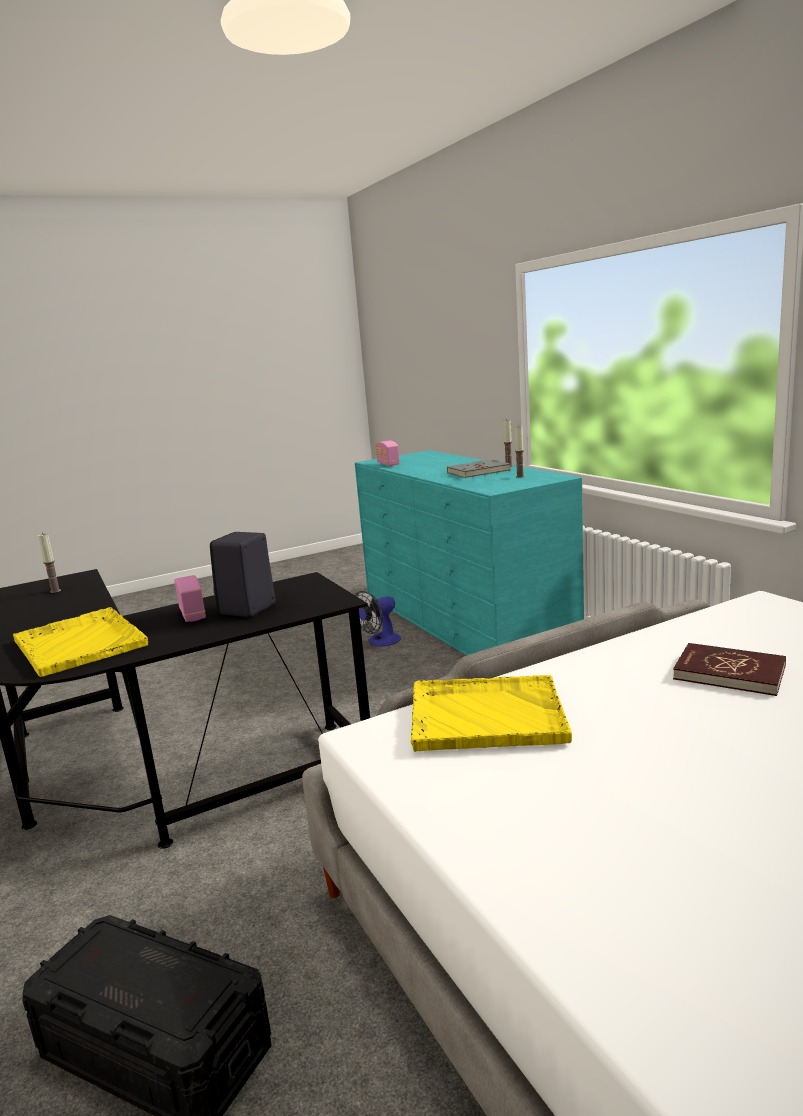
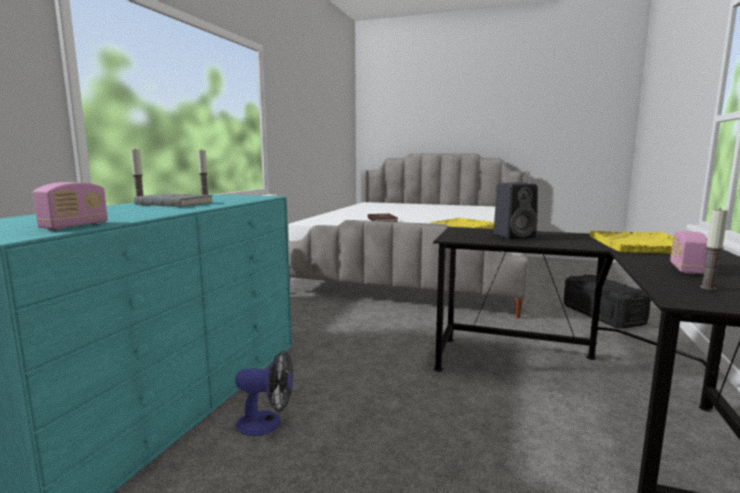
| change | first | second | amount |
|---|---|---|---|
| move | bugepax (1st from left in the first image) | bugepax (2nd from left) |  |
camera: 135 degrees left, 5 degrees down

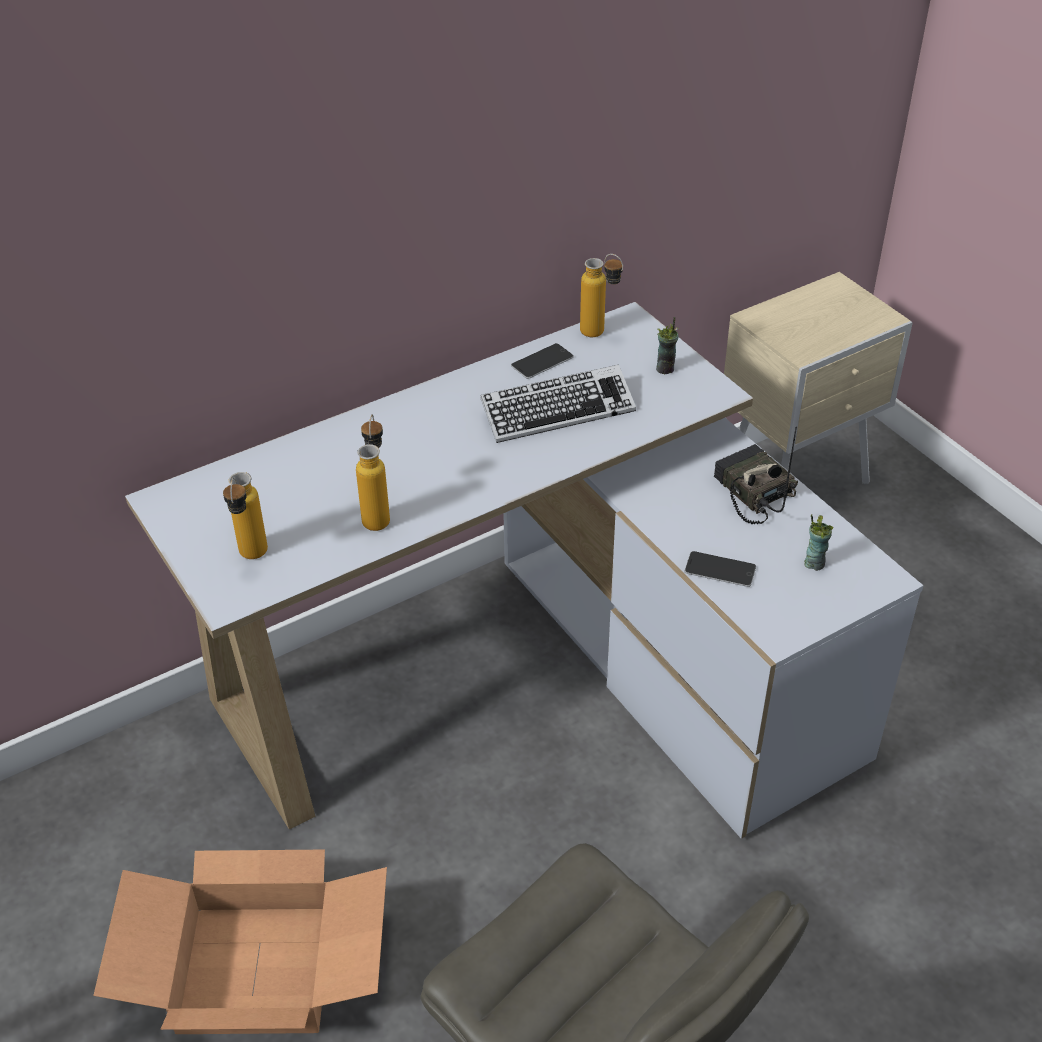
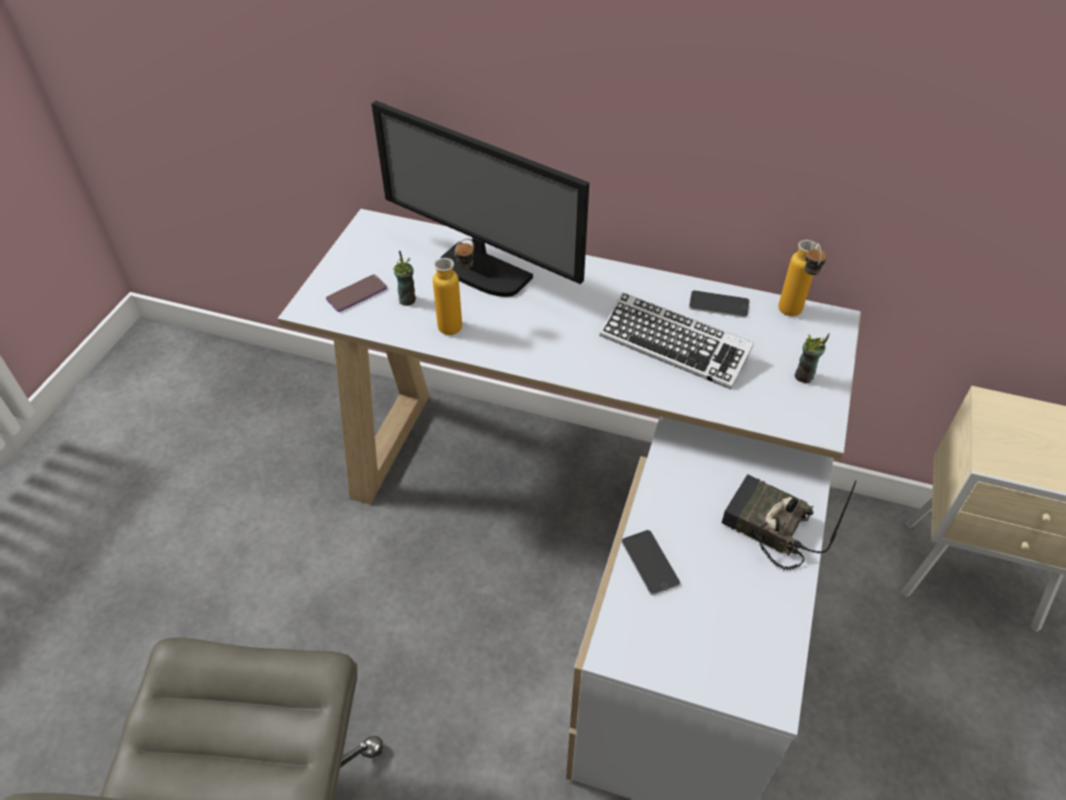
| change | first | second | amount |
|---|---|---|---|
| rotate | bugepax |  | 75 degrees counterclockwise |
| replace | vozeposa (1st from left) | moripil (1st from left) |  |
| move | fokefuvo (2nd from left in the first image) | fokefuvo (1st from left) |  |
| delete | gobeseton |  |  |
| insert |  | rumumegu |  |
camera: 50 degrees right, 5 degrees up

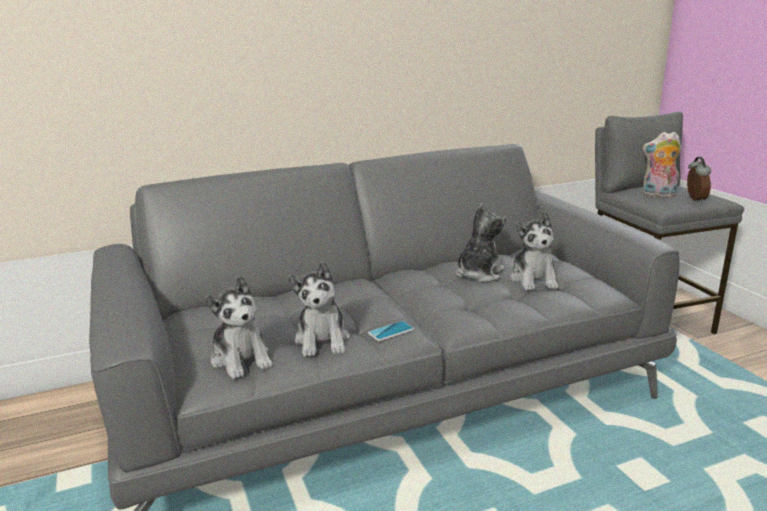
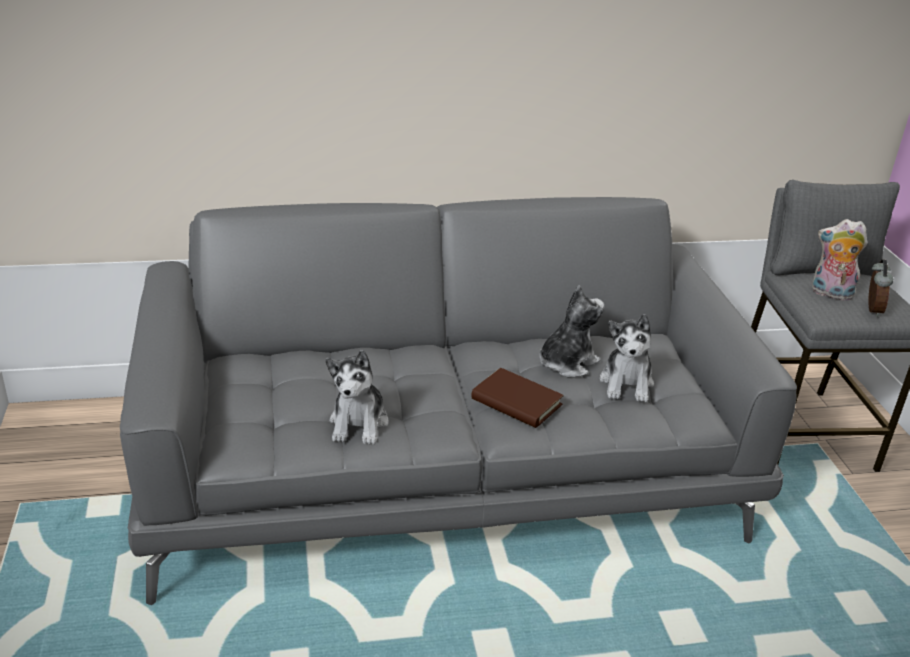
| change | first | second | amount |
|---|---|---|---|
| delete | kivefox (1st from left) |  |  |
| delete | moripil |  |  |
| insert |  | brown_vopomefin |  |
camera: 10 degrees right, 10 degrees up

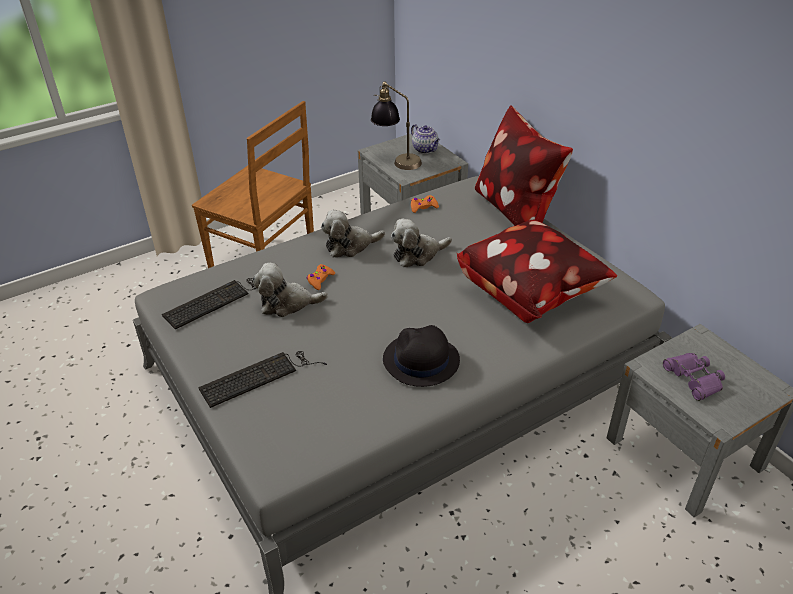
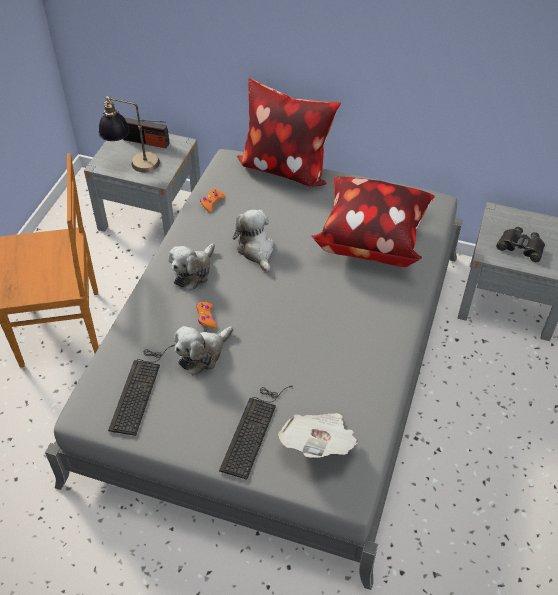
| change | first | second | amount |
|---|---|---|---|
| replace | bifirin | bugepax |  |
| rotate | kivefox (3rd from left) |  | 135 degrees clockwise |
| delete | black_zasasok |  |  |
| recolor | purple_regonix | black_regonix |  |
| insert |  | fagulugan |  |
camera: 40 degrees left, 10 degrees up

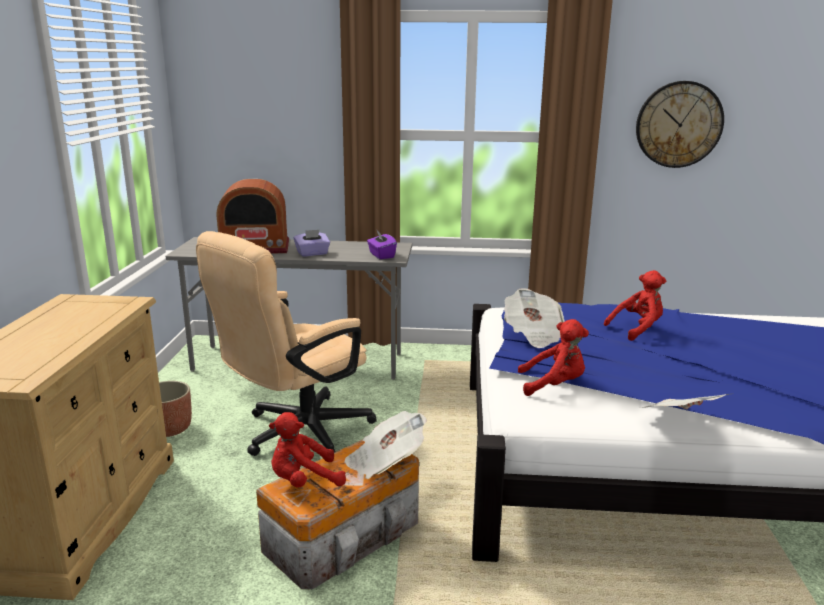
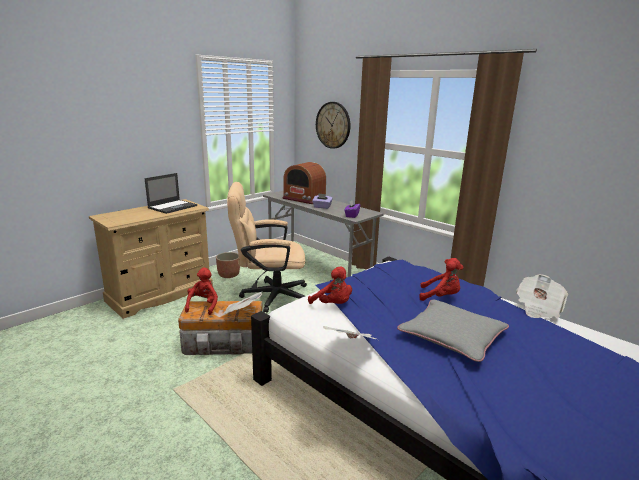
| change | first | second | amount |
|---|---|---|---|
| move | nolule |  |  |
| move | fagulugan (2nd from left in the first image) | fagulugan (3rd from left) |  |
| rotate | red_kivefox (1st from left) |  | 75 degrees clockwise |
| insert |  | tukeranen |  |
| insert |  | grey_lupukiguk |  |
camera: 40 degrees right, 0 degrees up

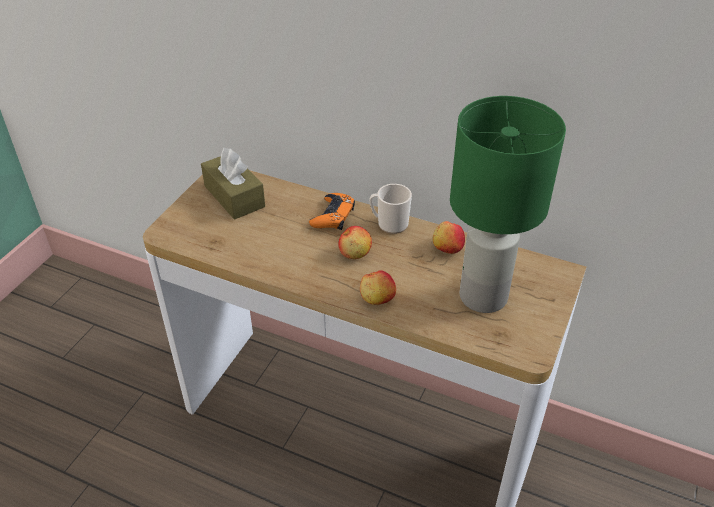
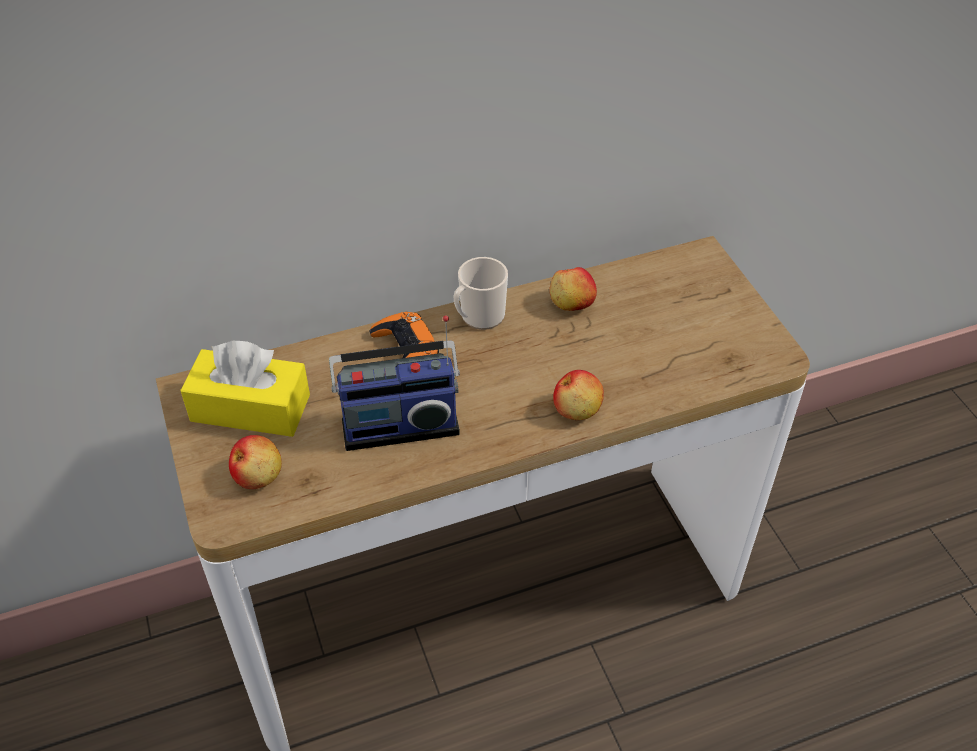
| change | first | second | amount |
|---|---|---|---|
| delete | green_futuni |  |  |
| recolor | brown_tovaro | yellow_tovaro |  |
| move | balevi (1st from left) |  |  |
| insert |  | bugepax |  |
camera: 45 degrees left, 5 degrees up

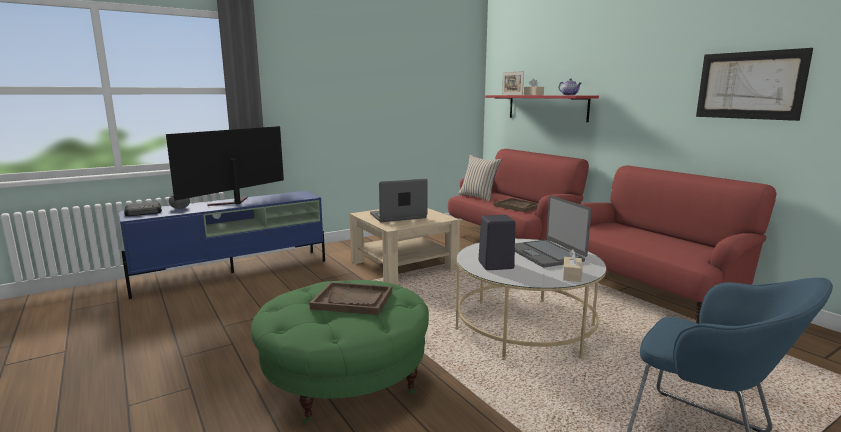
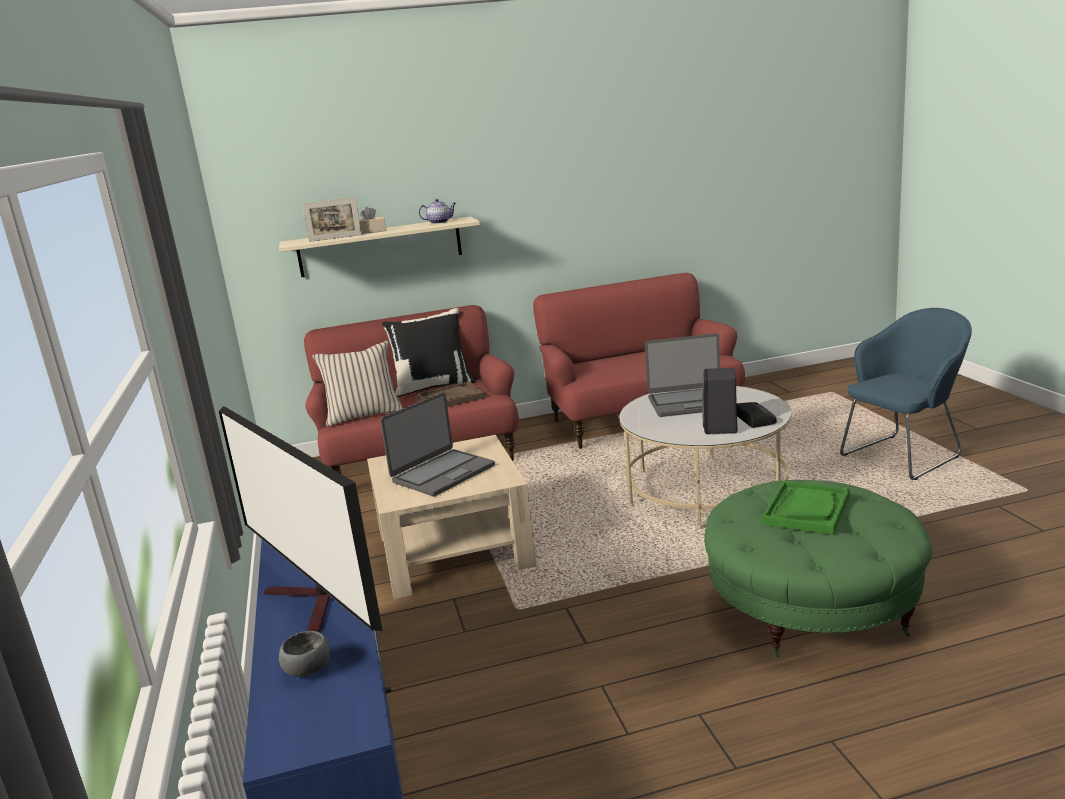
| change | first | second | amount |
|---|---|---|---|
| delete | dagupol |  |  |
| recolor | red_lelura | beige_lelura |  |
| rotate | tukeranen (1st from left) |  | 135 degrees counterclockwise |
| move | bugepax |  |  |
| delete | beige_tovaro (2nd from left) |  |  |
| recolor | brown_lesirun (1st from left) | green_lesirun |  |
| insert |  | black_lupukiguk |  |
camera: 70 degrees left, 5 degrees up

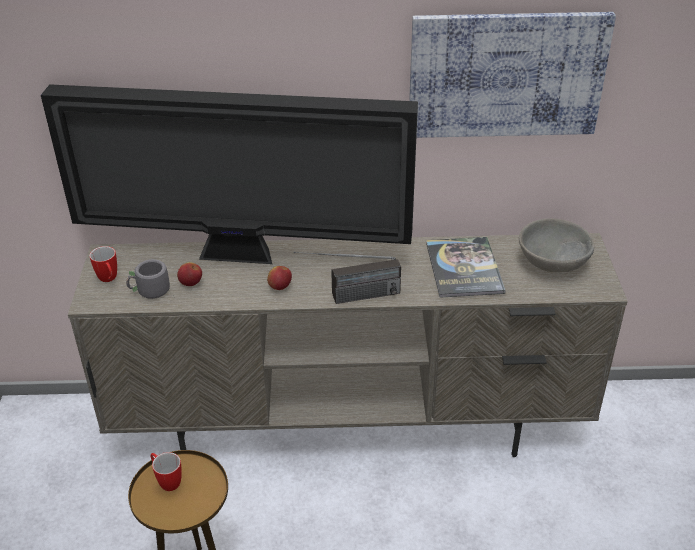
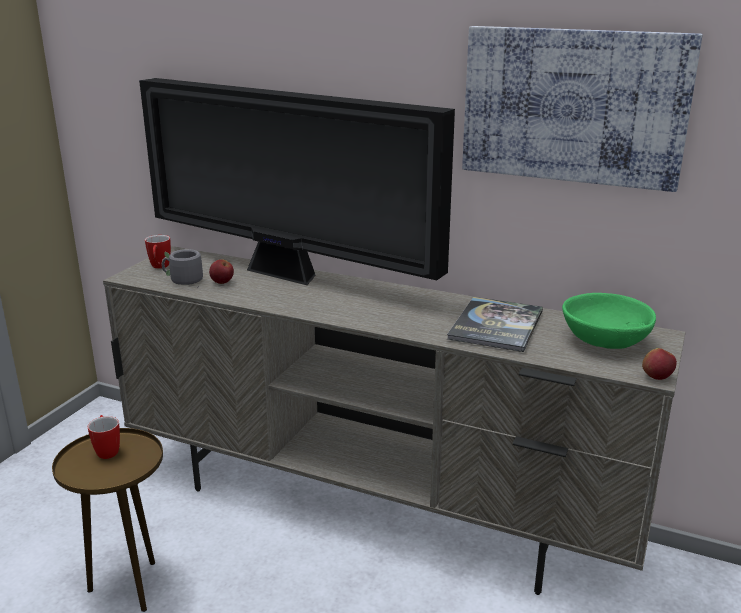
| change | first | second | amount |
|---|---|---|---|
| recolor | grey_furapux | green_furapux |  |
| delete | bugepax |  |  |
| move | balevi (2nd from left) |  |  |
camera: 25 degrees right, 15 degrees down

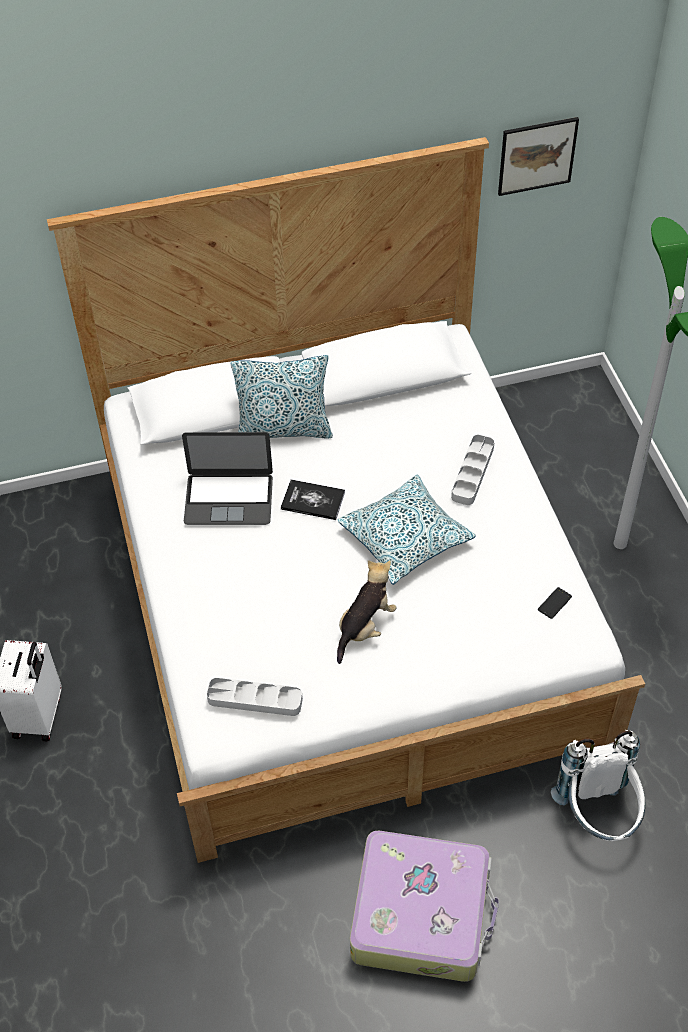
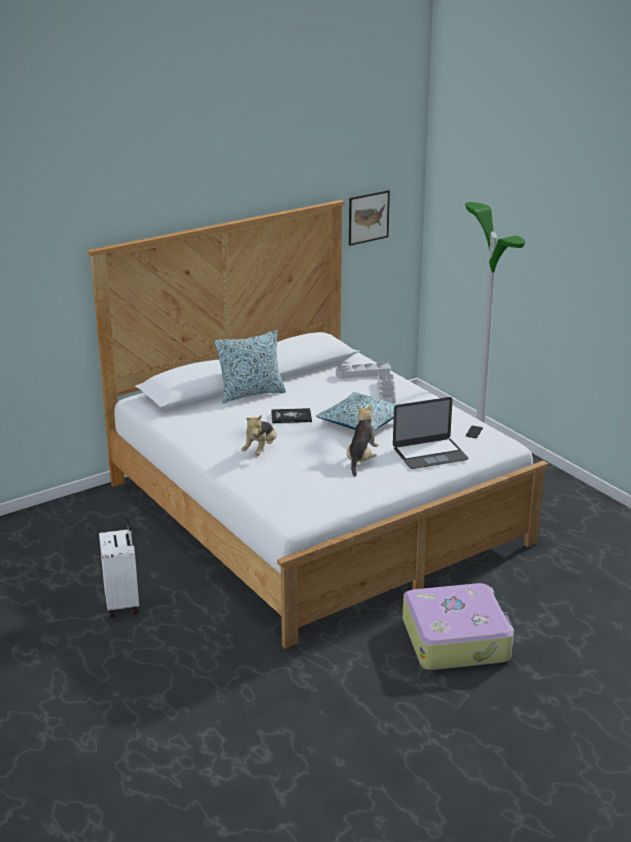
| change | first | second | amount |
|---|---|---|---|
| move | tukeranen |  |  |
| move | grey_lesirun (1st from left) |  |  |
| delete | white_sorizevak |  |  |
| insert |  | kivefox (1st from left) |  |
camera: 20 degrees left, 25 degrees down

